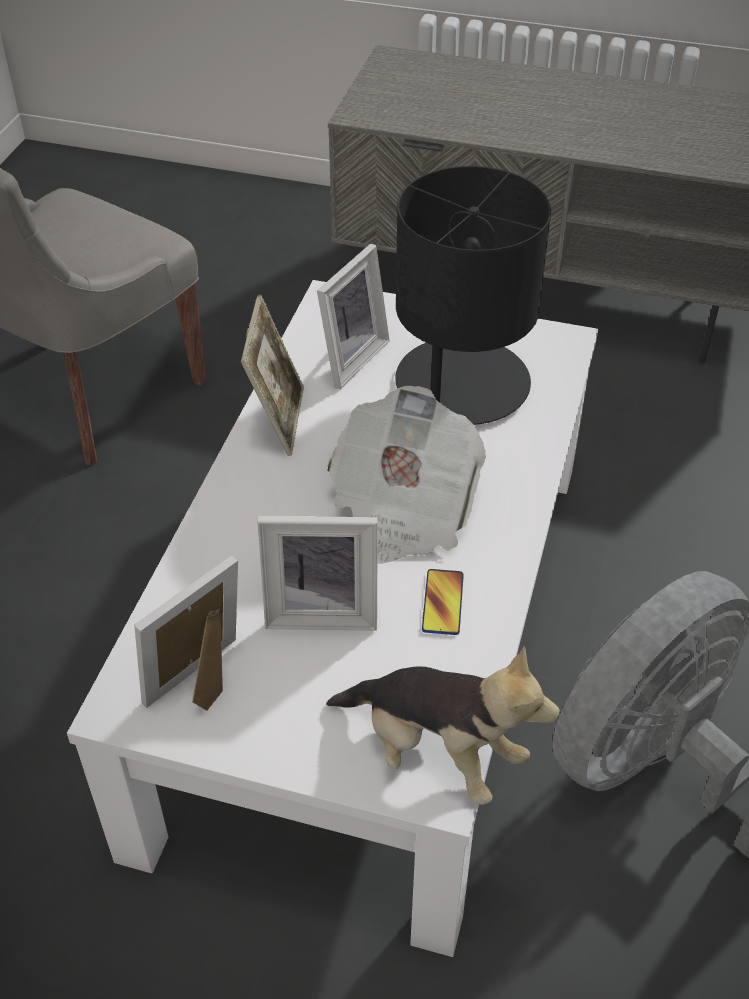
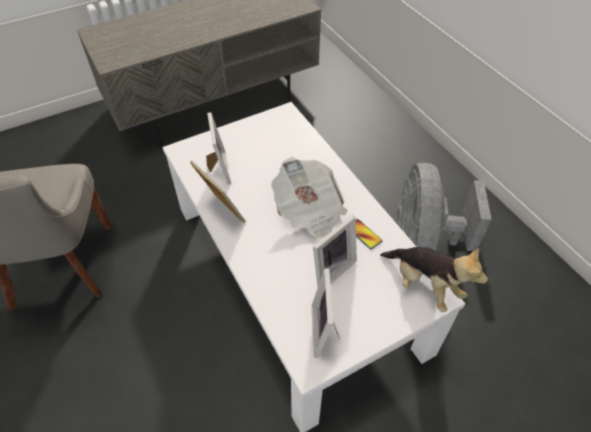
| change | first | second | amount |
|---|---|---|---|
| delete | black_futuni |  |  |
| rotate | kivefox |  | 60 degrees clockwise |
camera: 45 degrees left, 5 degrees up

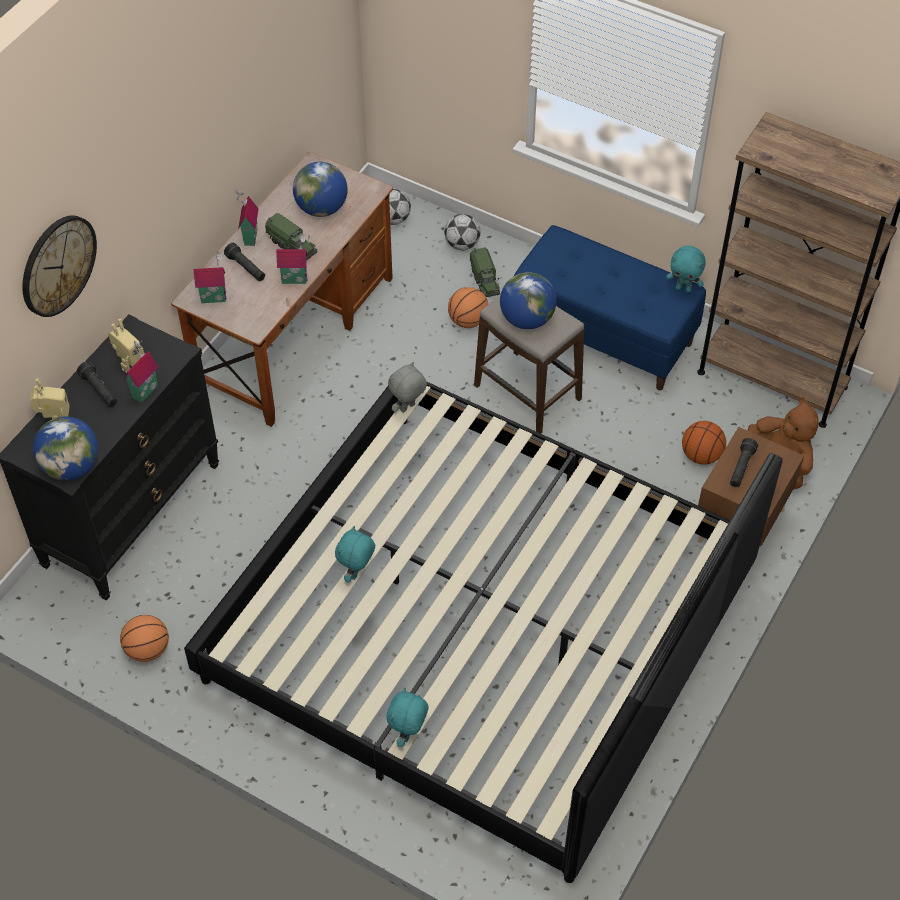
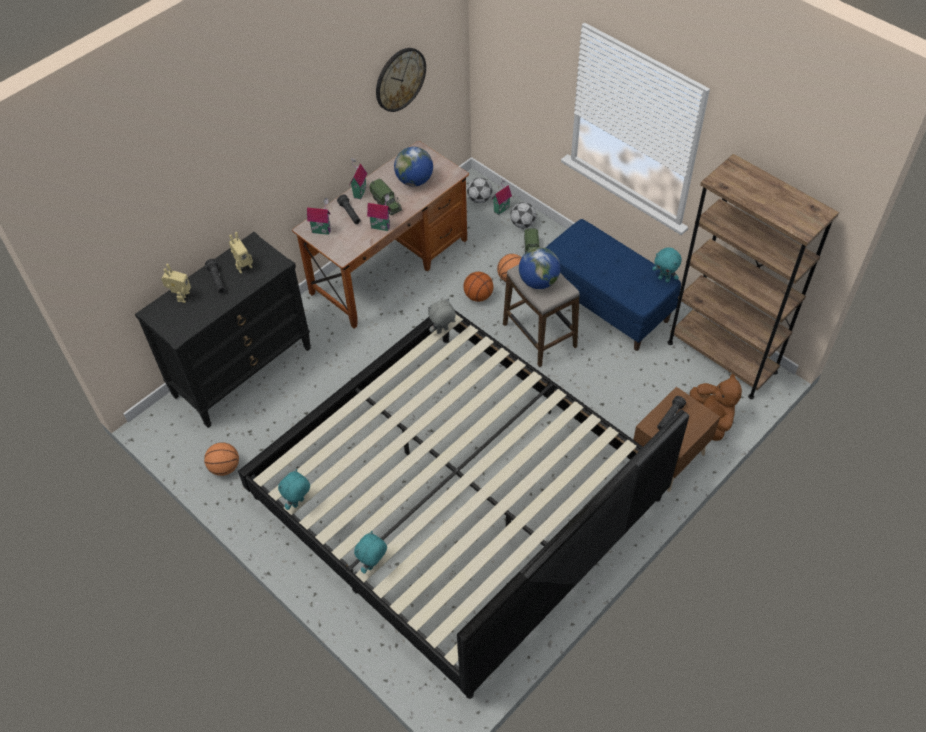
| change | first | second | amount |
|---|---|---|---|
| move | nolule |  |  |
| move | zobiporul (1st from left in the first image) | zobiporul (4th from left) |  |
| delete | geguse (1st from left) |  |  |
| move | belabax (3rd from left in the first image) | belabax (2nd from left) |  |
| move | turquoise_kivefox (1st from left) |  |  |
camera: 15 degrees right, 0 degrees up

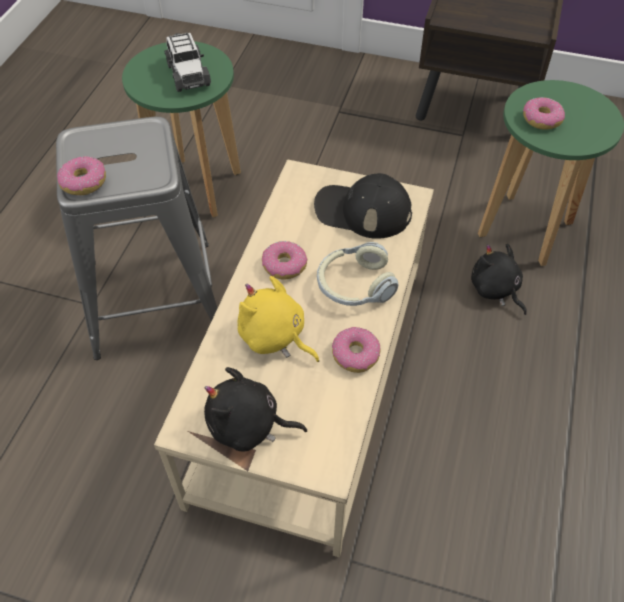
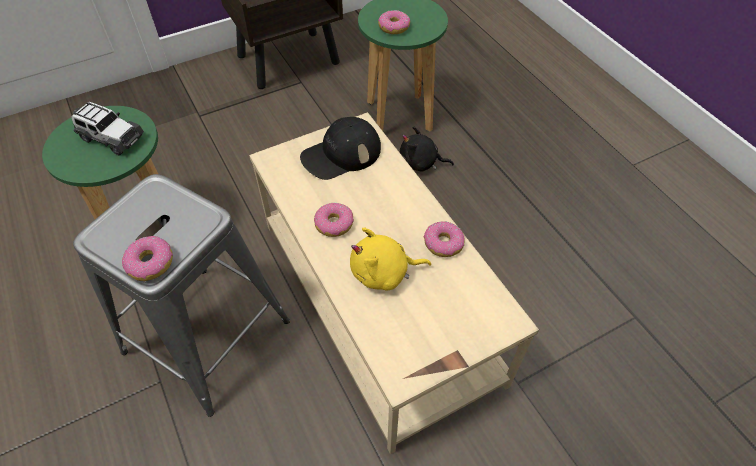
| change | first | second | amount |
|---|---|---|---|
| delete | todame |  |  |
| delete | black_kivefox (1st from left) |  |  |
camera: 45 degrees left, 0 degrees up

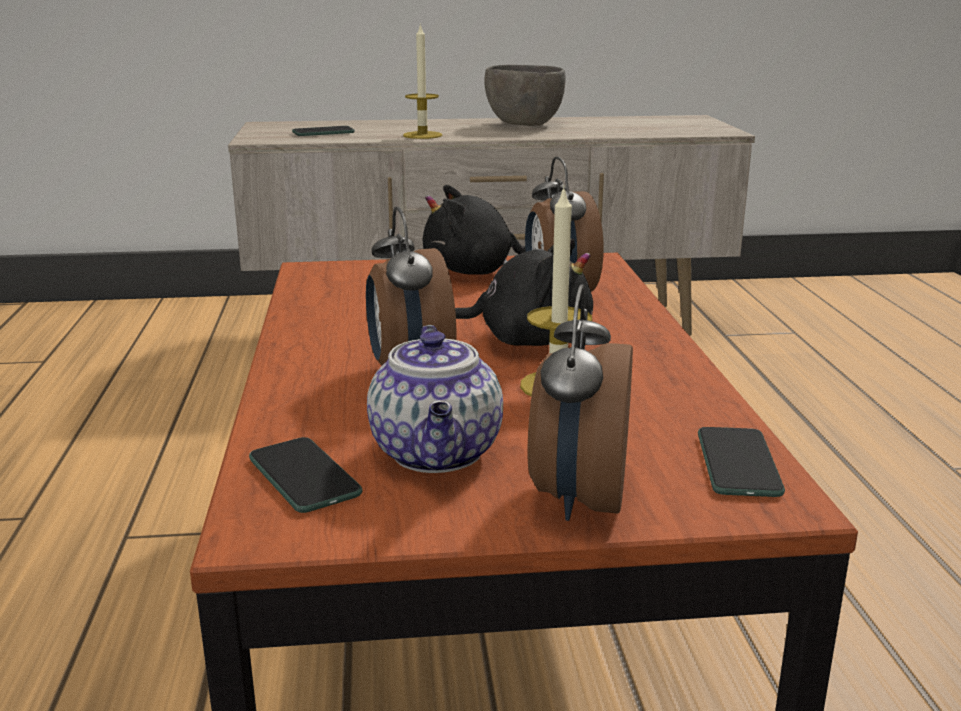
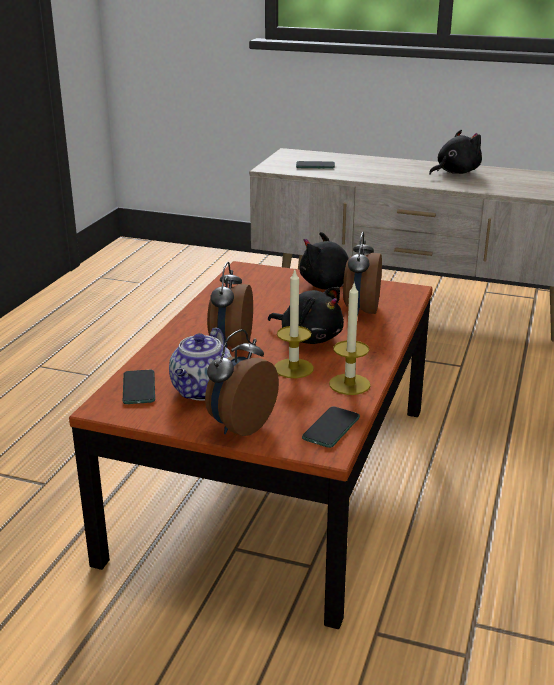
| change | first | second | amount |
|---|---|---|---|
| move | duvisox (1st from left in the first image) | duvisox (2nd from left) |  |
| replace | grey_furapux | black_kivefox (3rd from left) |  |
camera: 25 degrees right, 5 degrees up

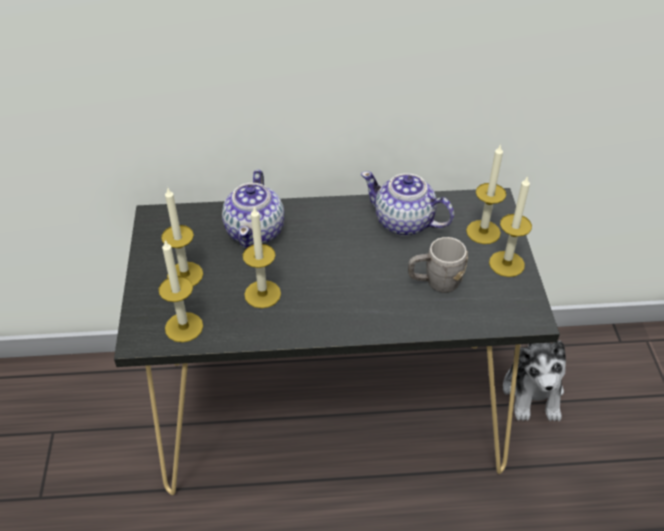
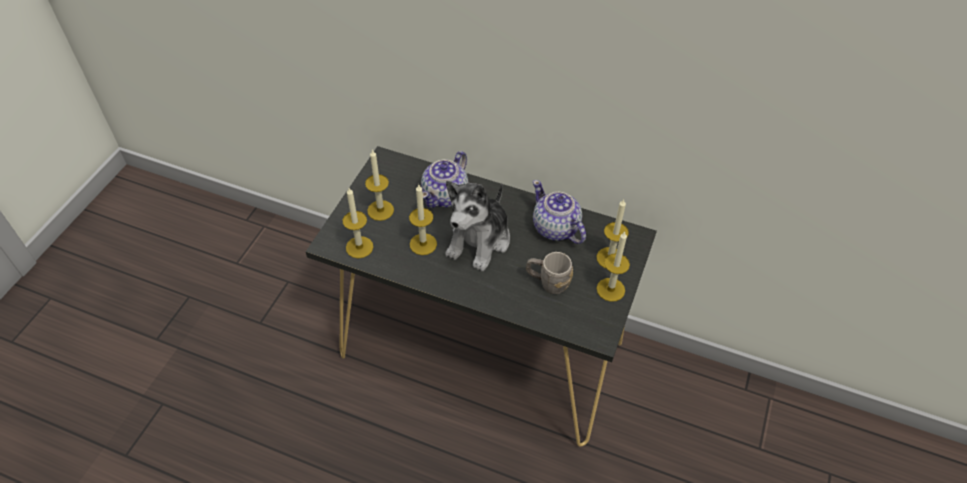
| change | first | second | amount |
|---|---|---|---|
| move | kivefox |  |  |
camera: 25 degrees right, 5 degrees up

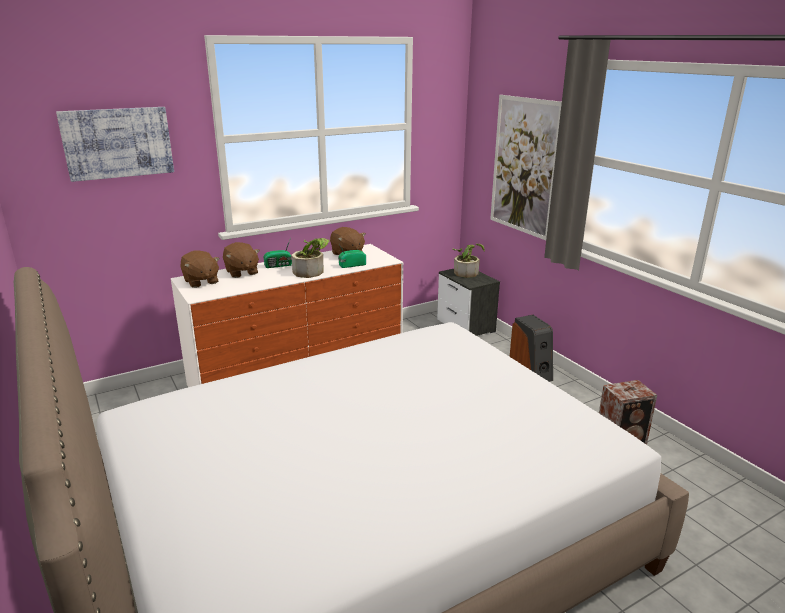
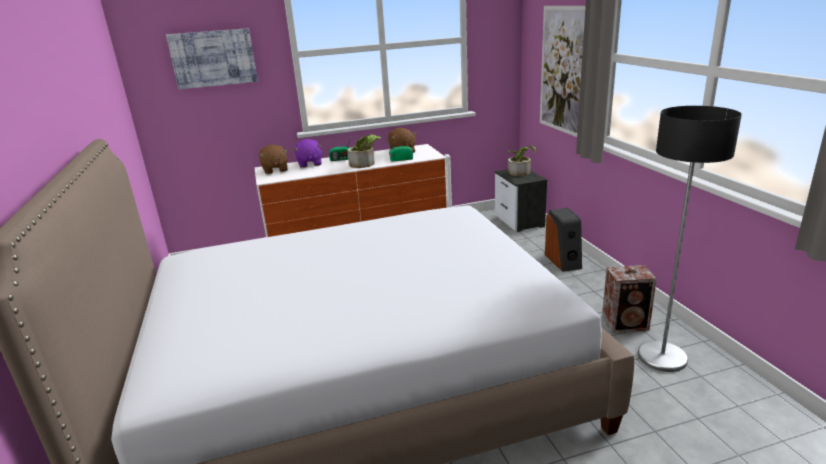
| change | first | second | amount |
|---|---|---|---|
| recolor | brown_kivefox (2nd from left) | purple_kivefox |  |
| insert |  | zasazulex |  |
camera: 15 degrees right, 0 degrees up

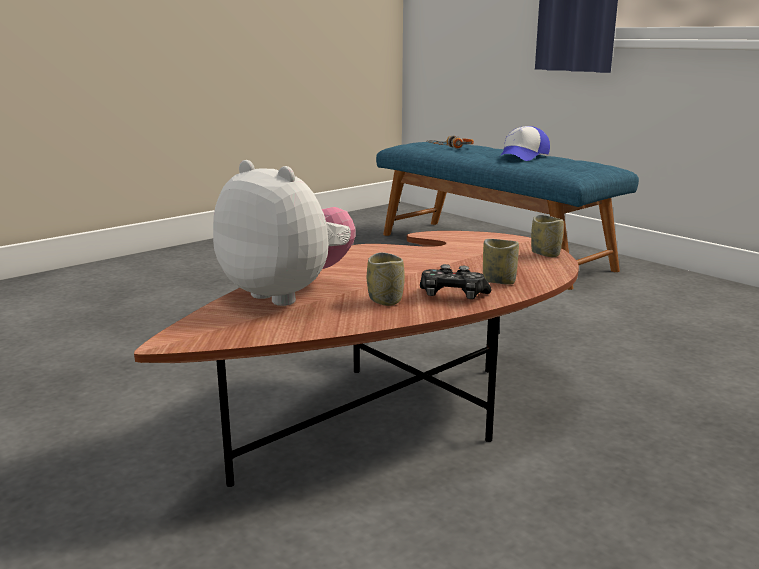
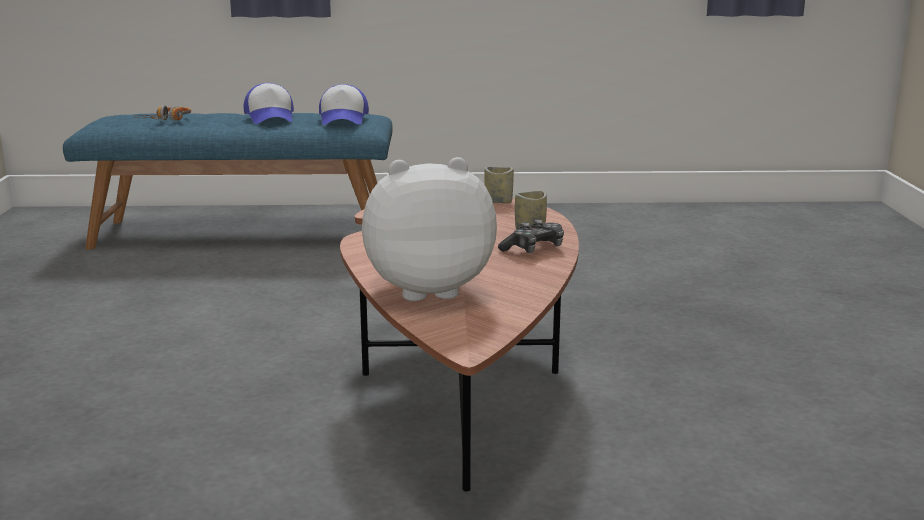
| change | first | second | amount |
|---|---|---|---|
| delete | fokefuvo (1st from left) |  |  |
| insert |  | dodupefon (2nd from left) |  |
camera: 50 degrees left, 0 degrees up

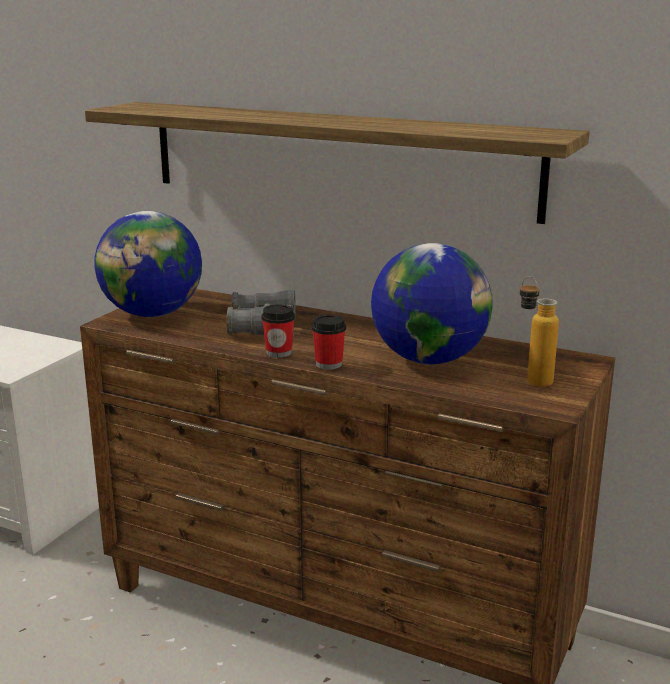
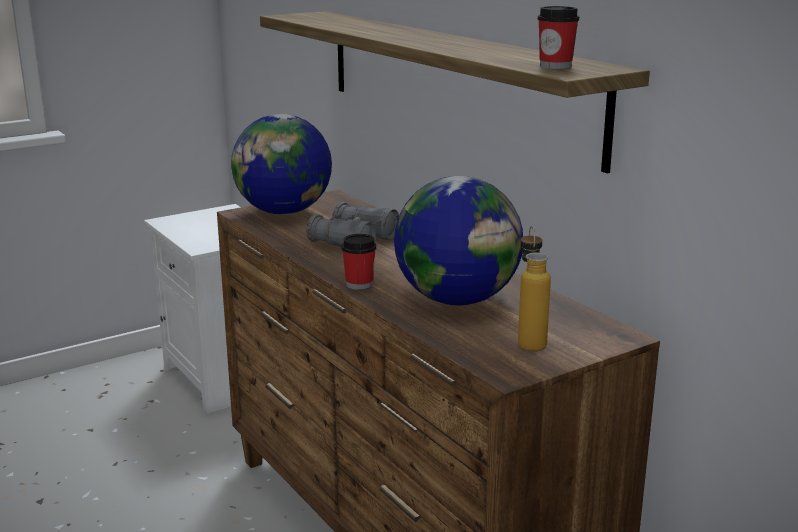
| change | first | second | amount |
|---|---|---|---|
| move | fokefuvo (1st from left in the first image) | fokefuvo (2nd from left) |  |
camera: 30 degrees right, 0 degrees up

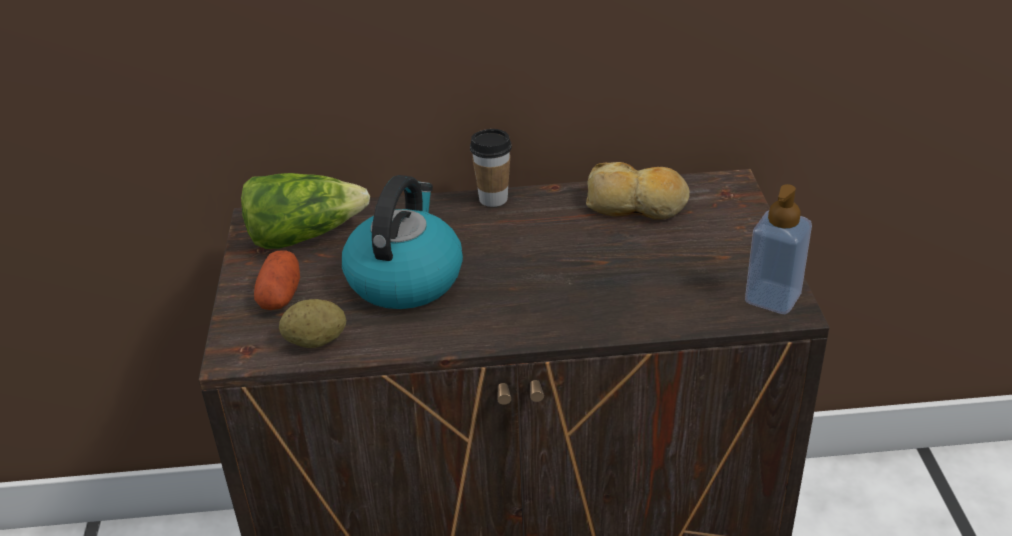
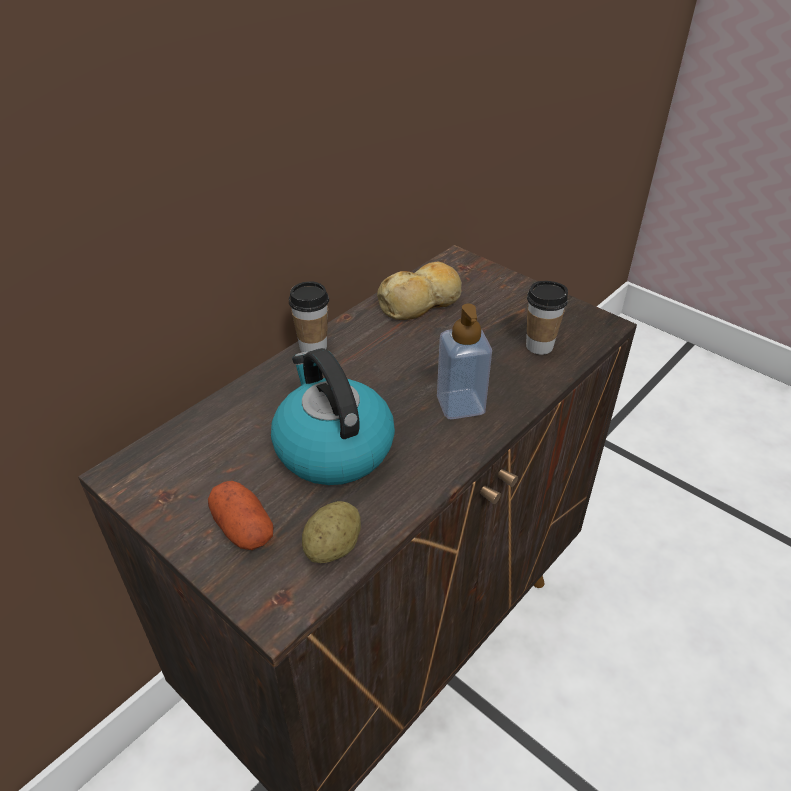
| change | first | second | amount |
|---|---|---|---|
| delete | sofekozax |  |  |
| move | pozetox |  |  |
| insert |  | fokefuvo (2nd from left) |  |
camera: 45 degrees left, 5 degrees up

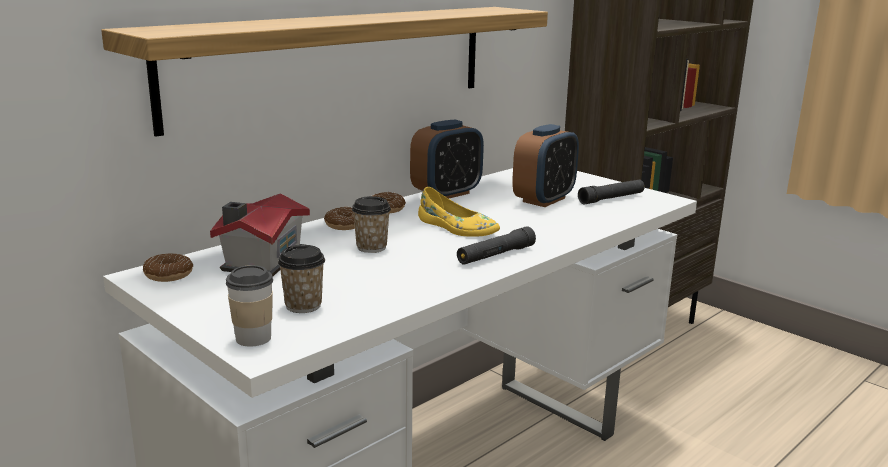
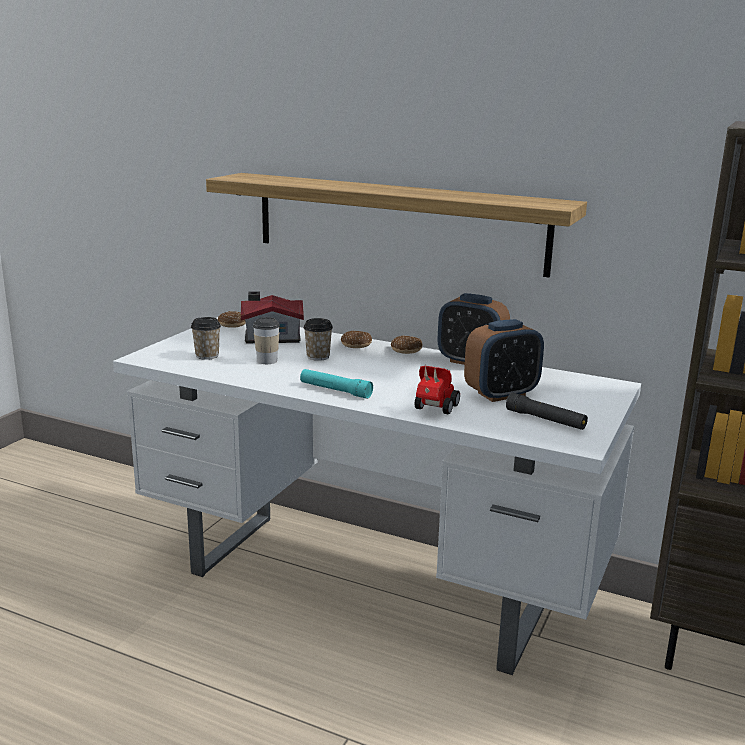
| change | first | second | amount |
|---|---|---|---|
| rotate | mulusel (2nd from left) |  | 45 degrees counterclockwise |
| delete | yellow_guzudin |  |  |
| recolor | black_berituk (1st from left) | turquoise_berituk |  |
| move | fokefuvo (1st from left in the first image) | fokefuvo (2nd from left) |  |
| insert |  | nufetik |  |
camera: 70 degrees right, 0 degrees up

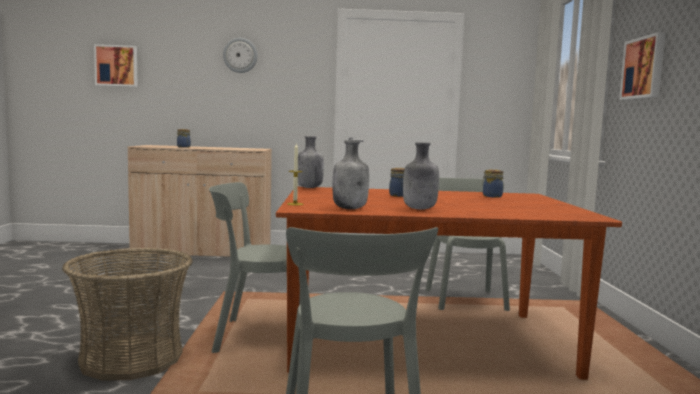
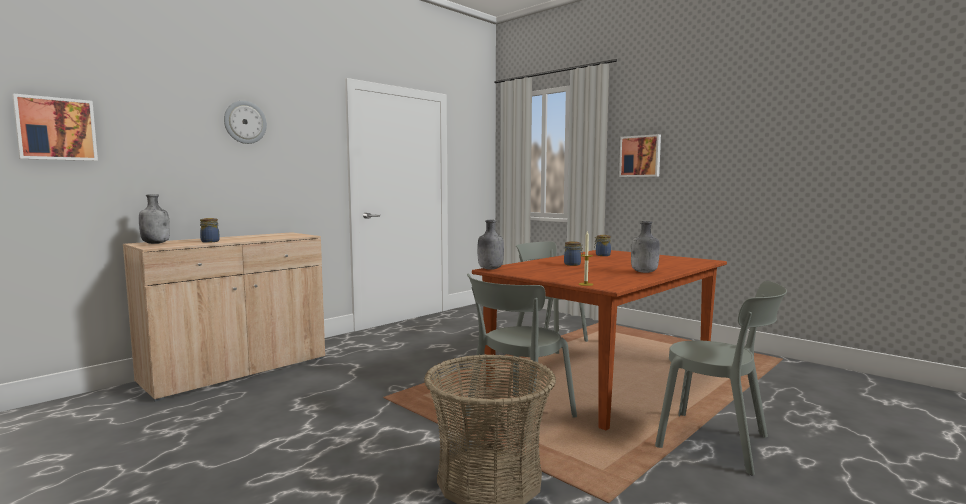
| change | first | second | amount |
|---|---|---|---|
| move | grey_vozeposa (2nd from left in the first image) | grey_vozeposa (1st from left) |  |
camera: 45 degrees left, 0 degrees up

